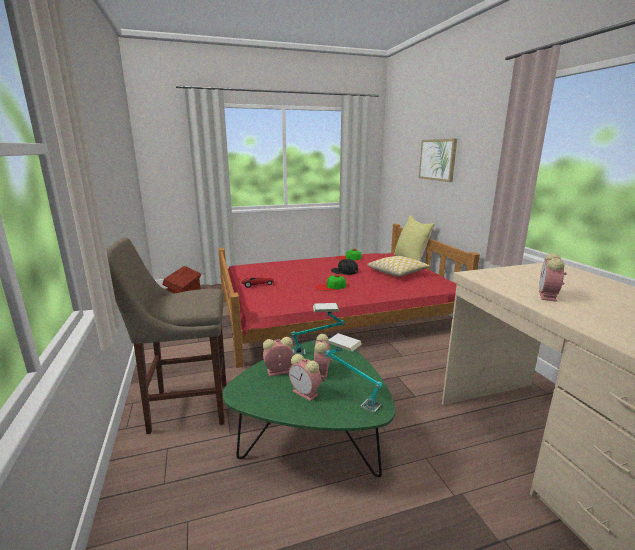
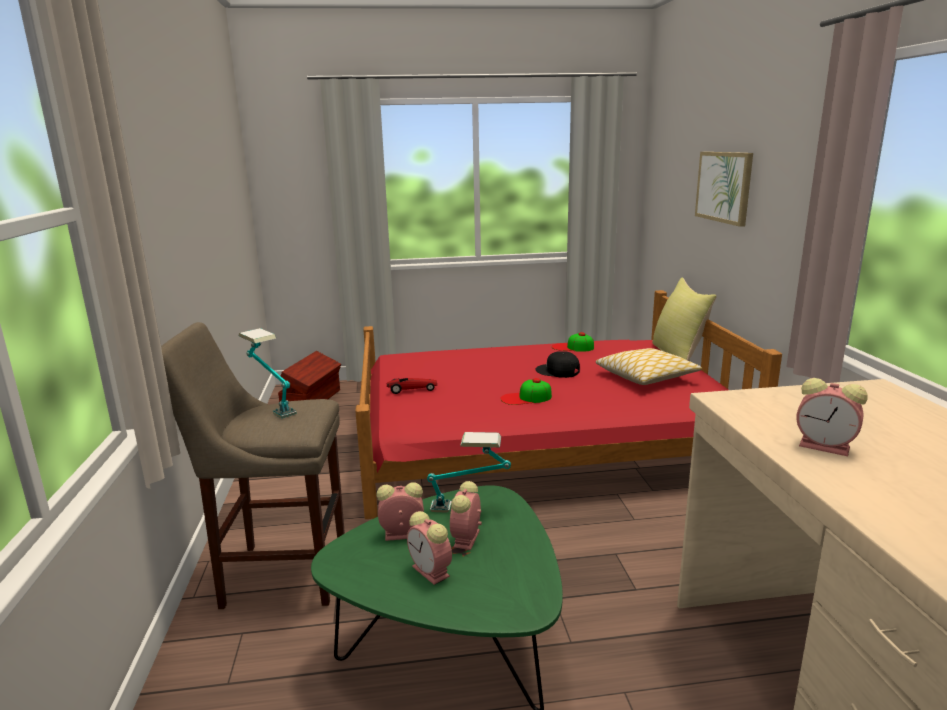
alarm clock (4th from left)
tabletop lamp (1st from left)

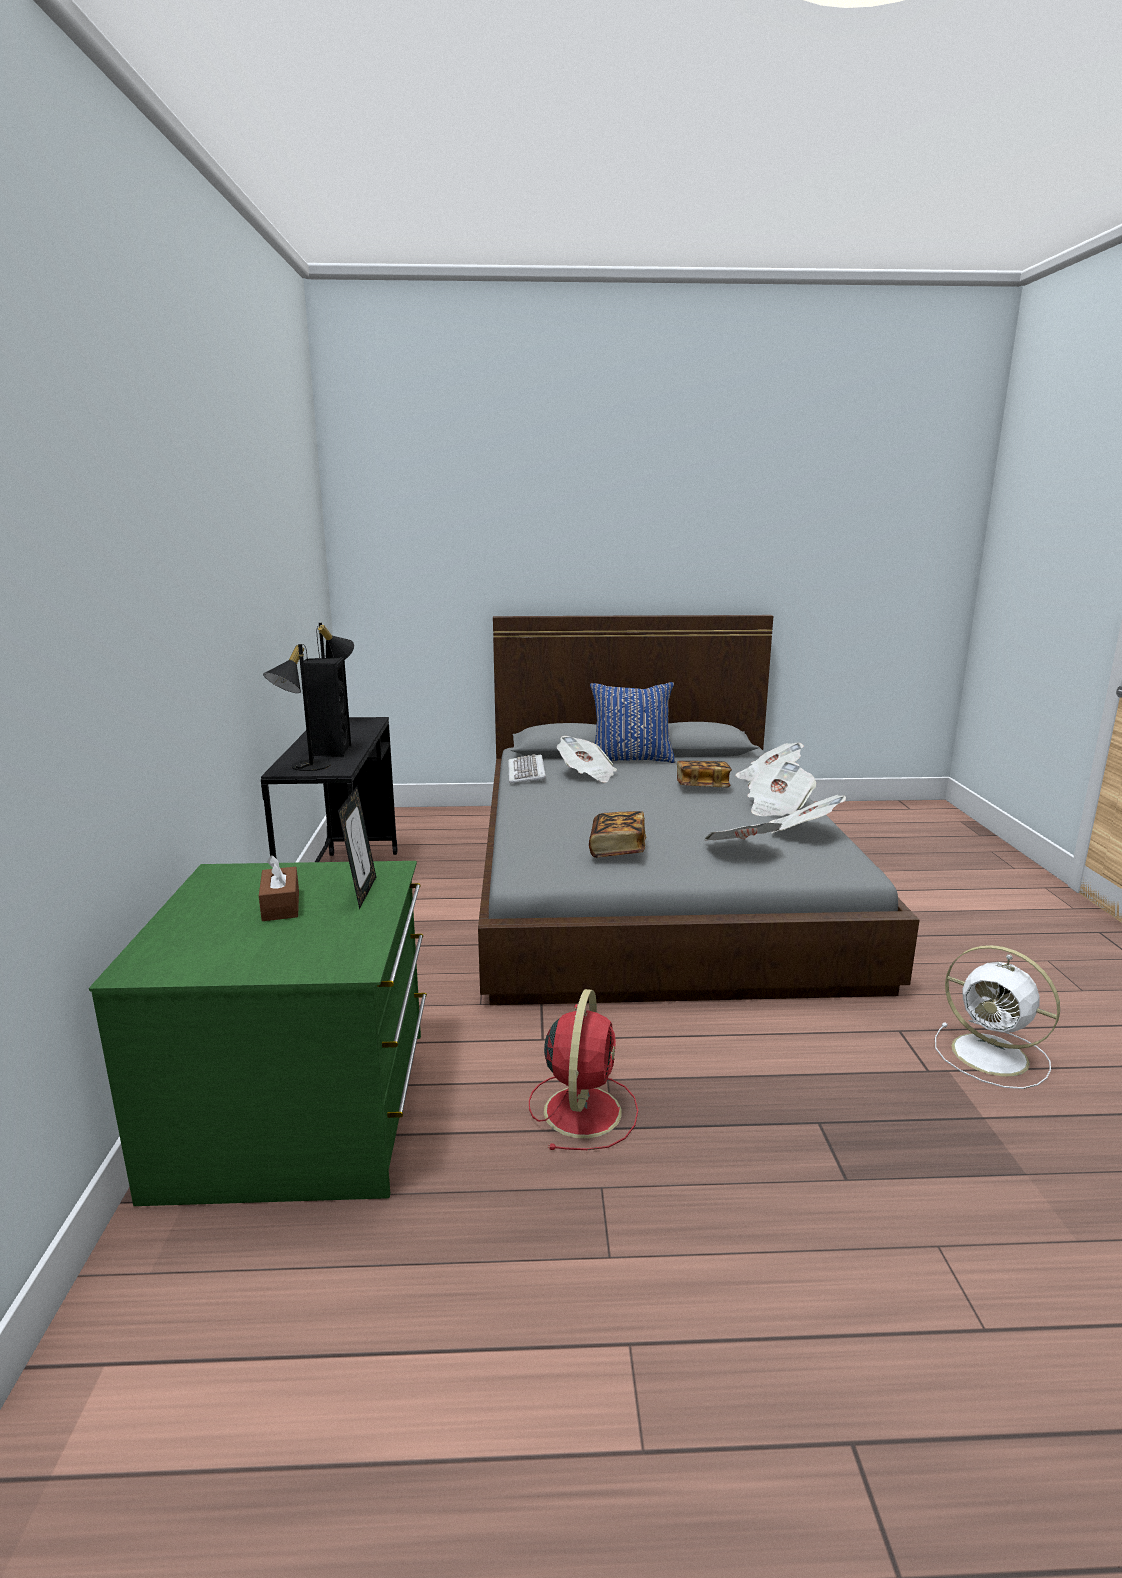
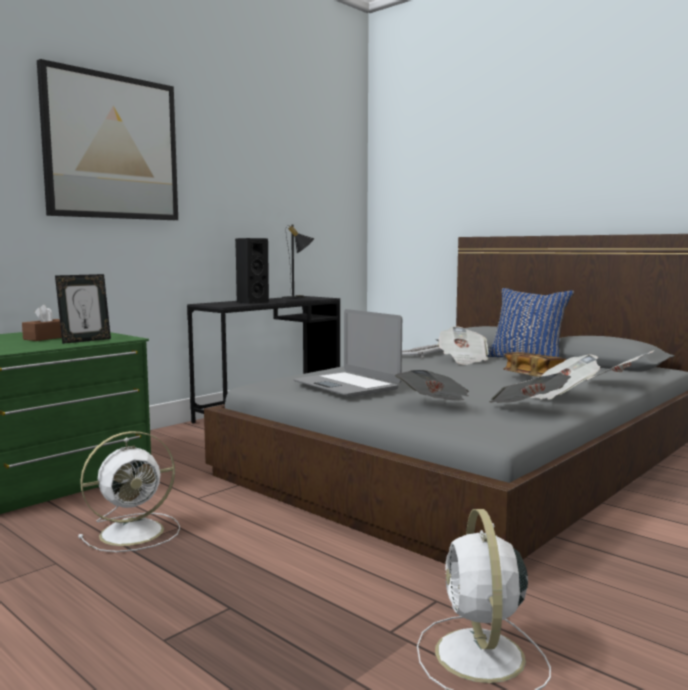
black tabletop lamp (1st from left in the first image)
laptop
whitish electric fan (1st from left)
picture

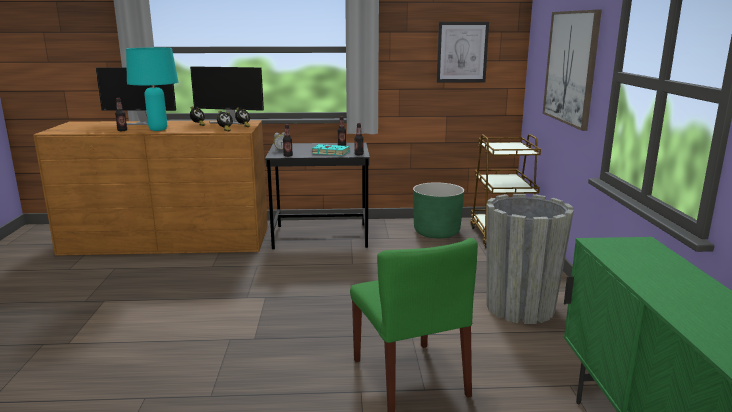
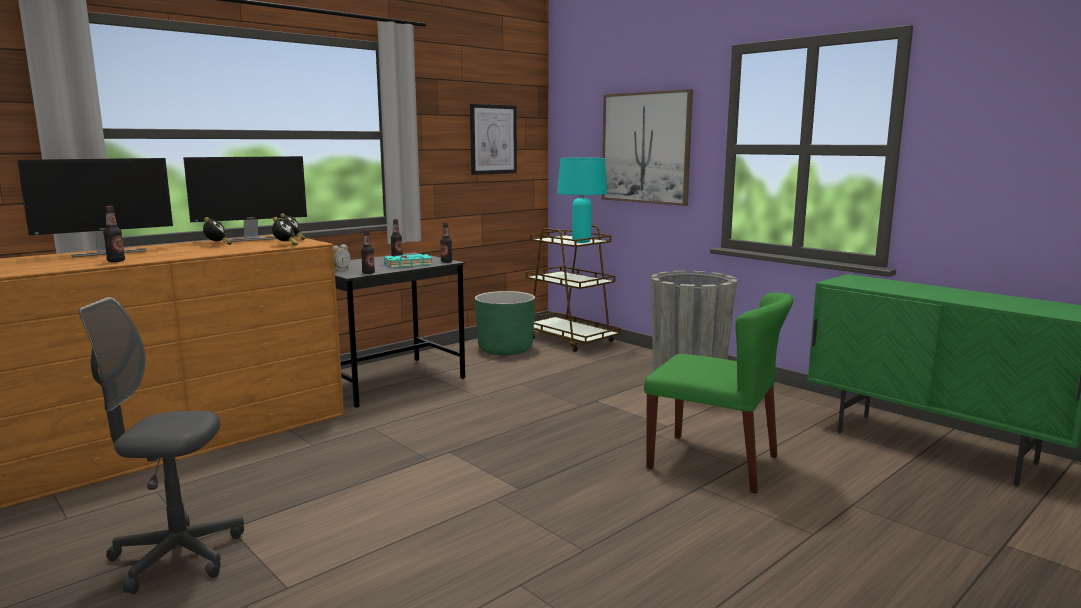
blue-green tabletop lamp
gray computer chair

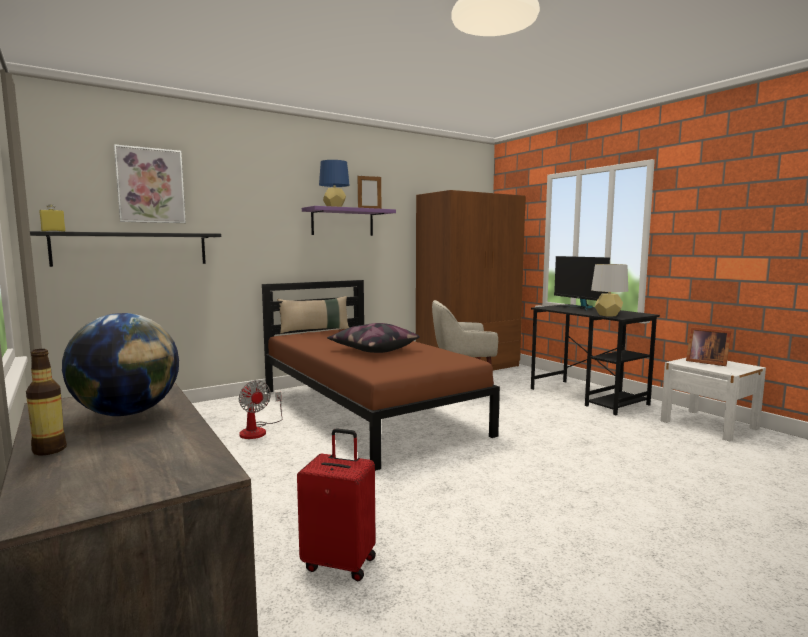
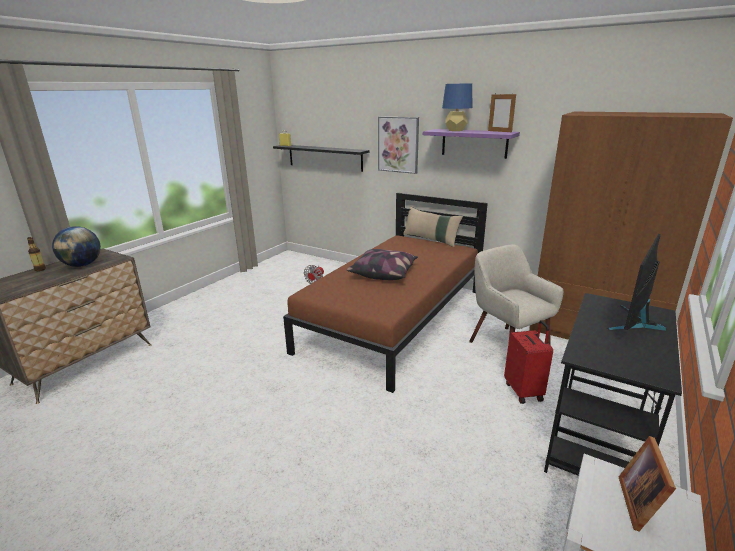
picture
gray tabletop lamp
red piece of luggage

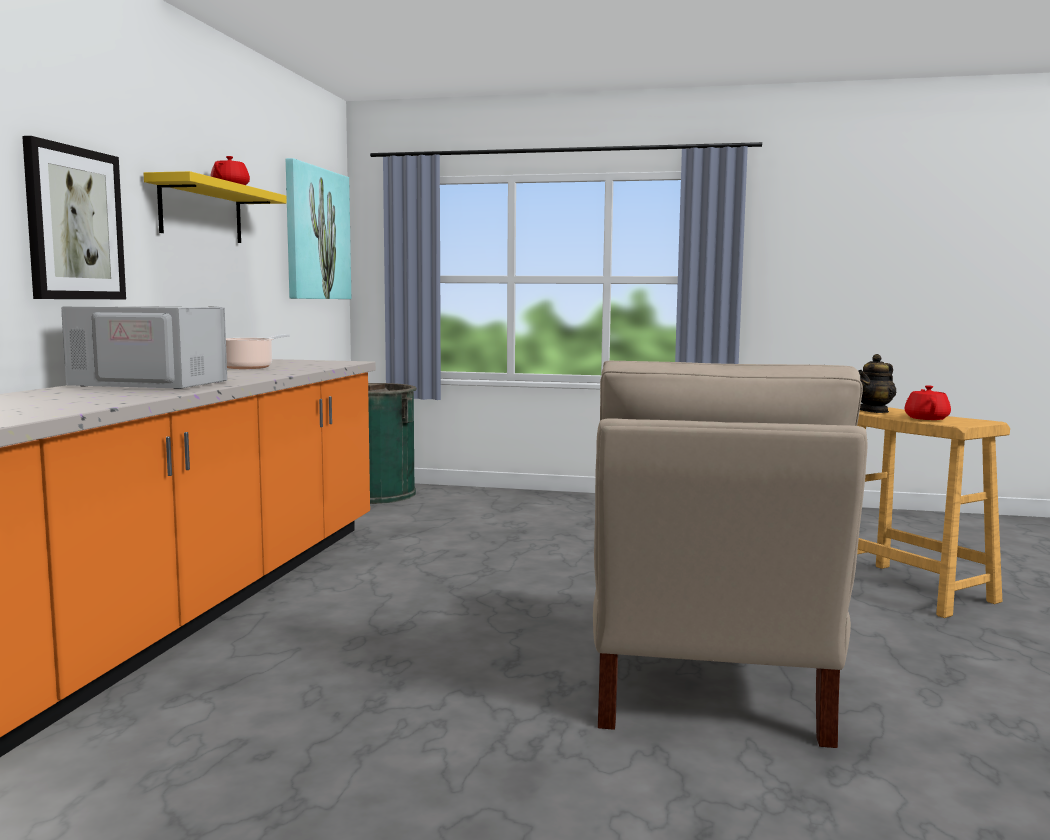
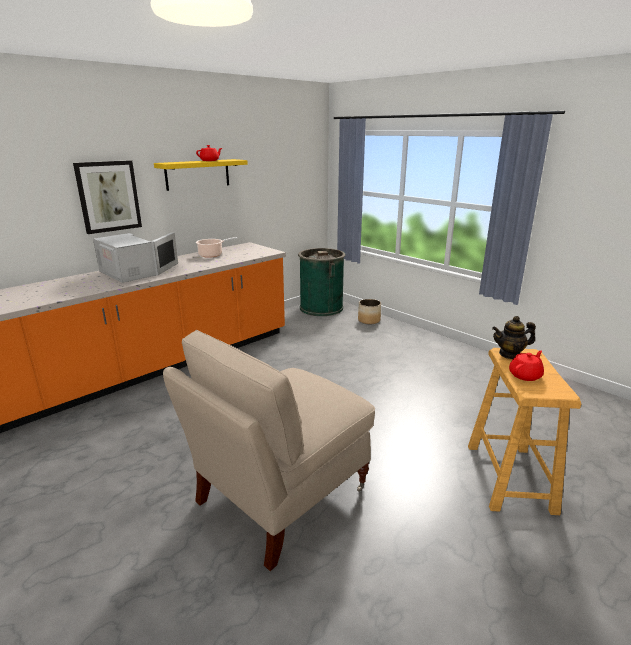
picture (2nd from left in the first image)
flower pot

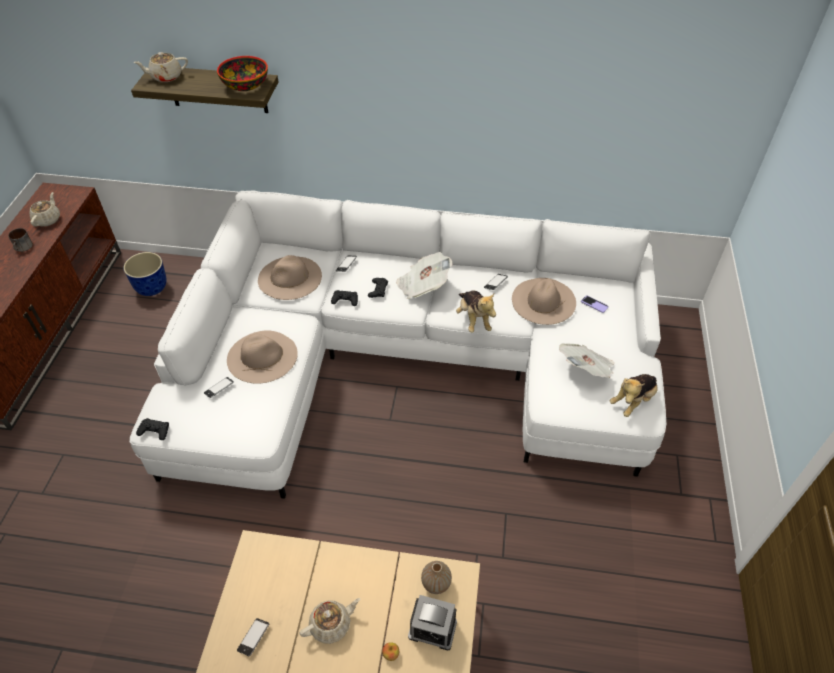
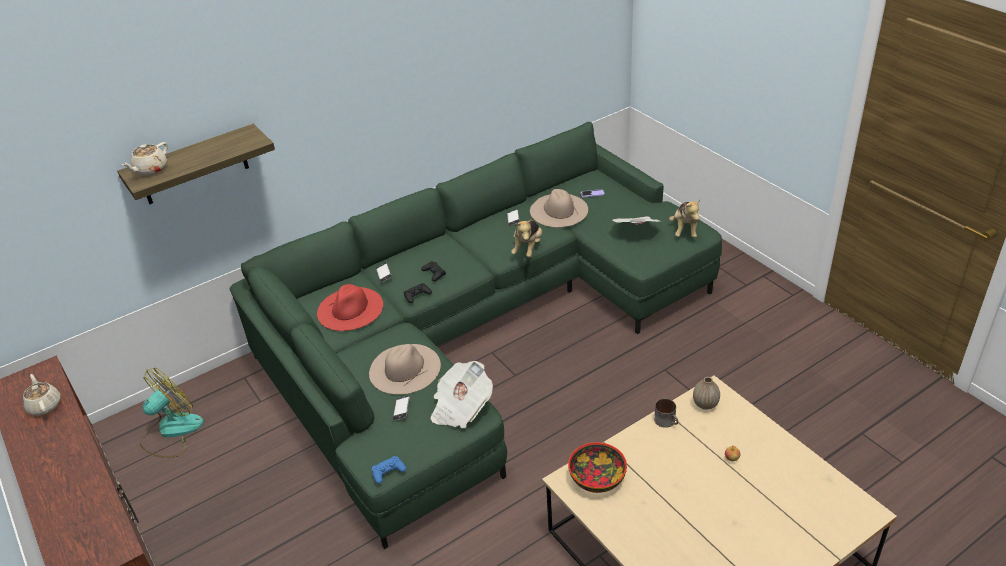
bowl
green couch
mug
electric fan
newspaper (1st from left)
red clothing hat
cuddly toy (1st from left)
blue joypad
alarm clock
beige-coloured pot for tea (3rd from left in the first image)
telephone (2nd from left in the first image)

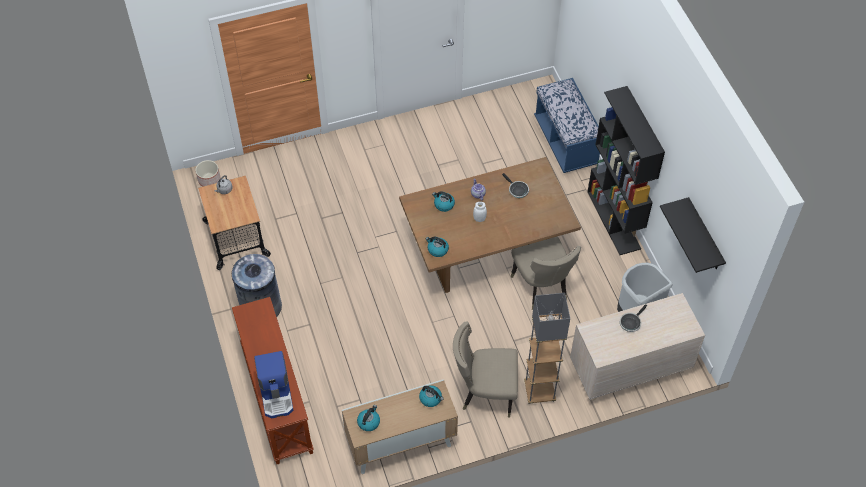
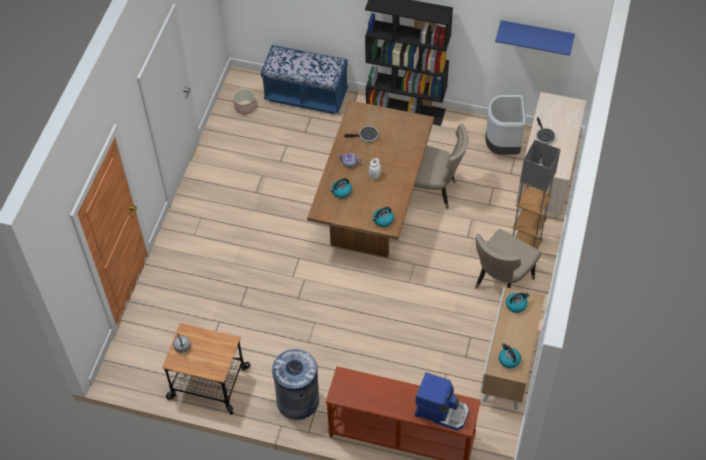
flower pot
blue wall shelf

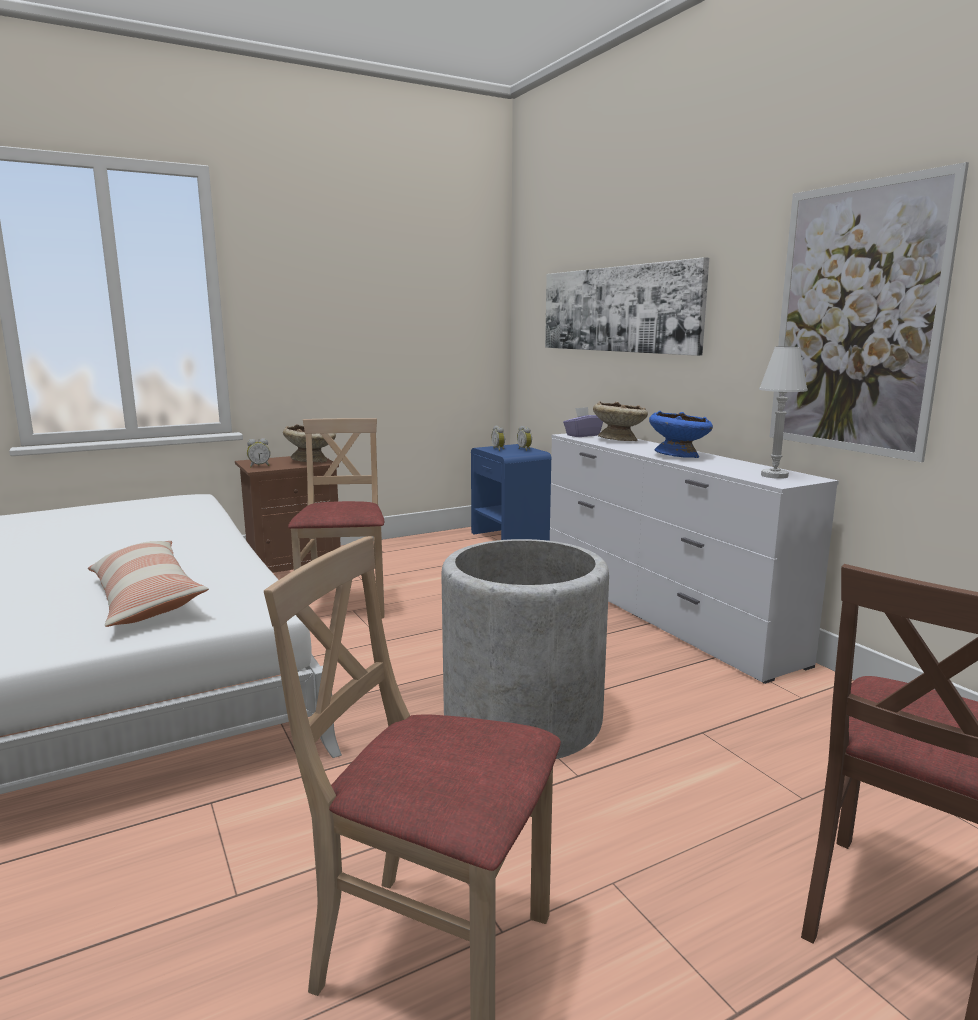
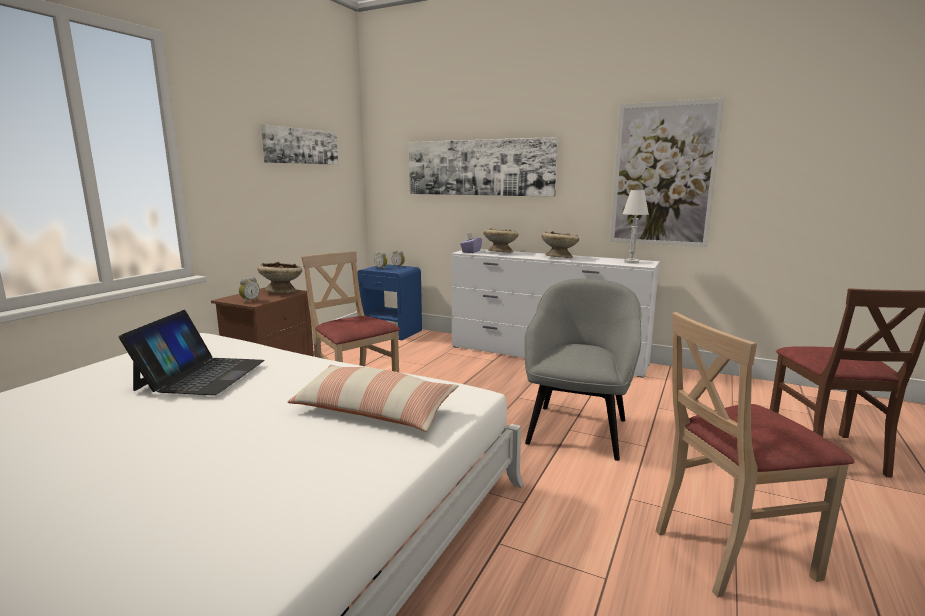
beige-coloured bowl (3rd from left)
gray lounge chair
picture (1st from left)
laptop

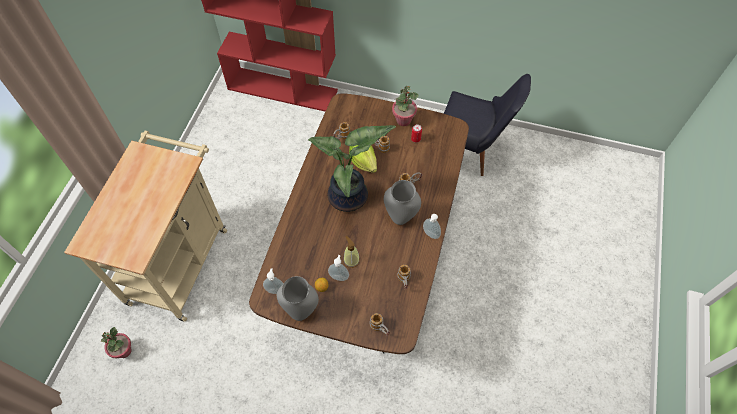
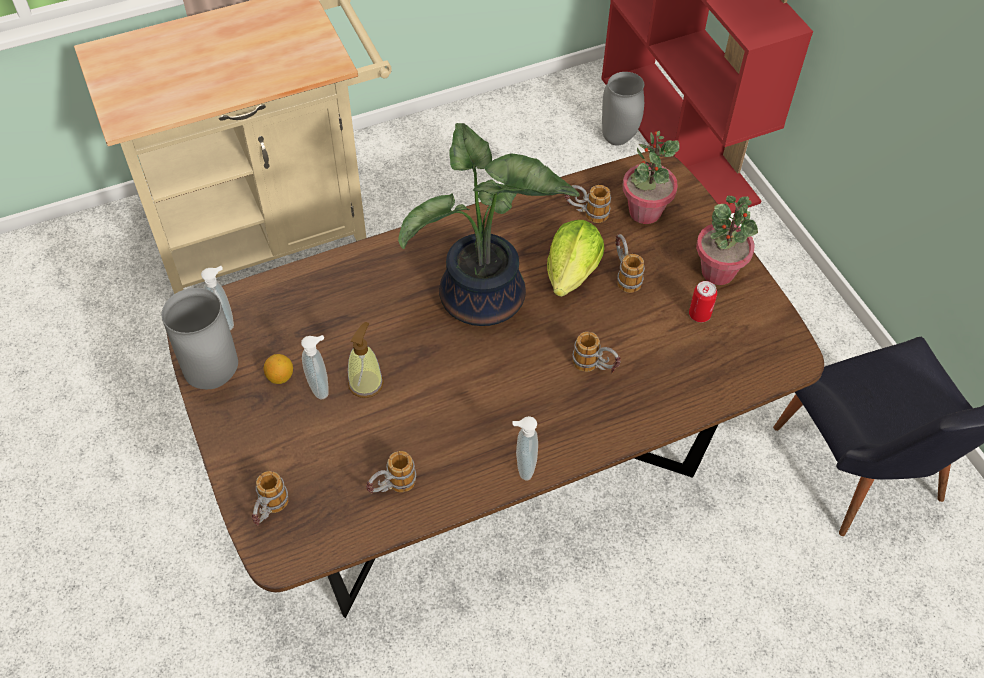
gray decorative vase (2nd from left)
potted plant (2nd from left)

